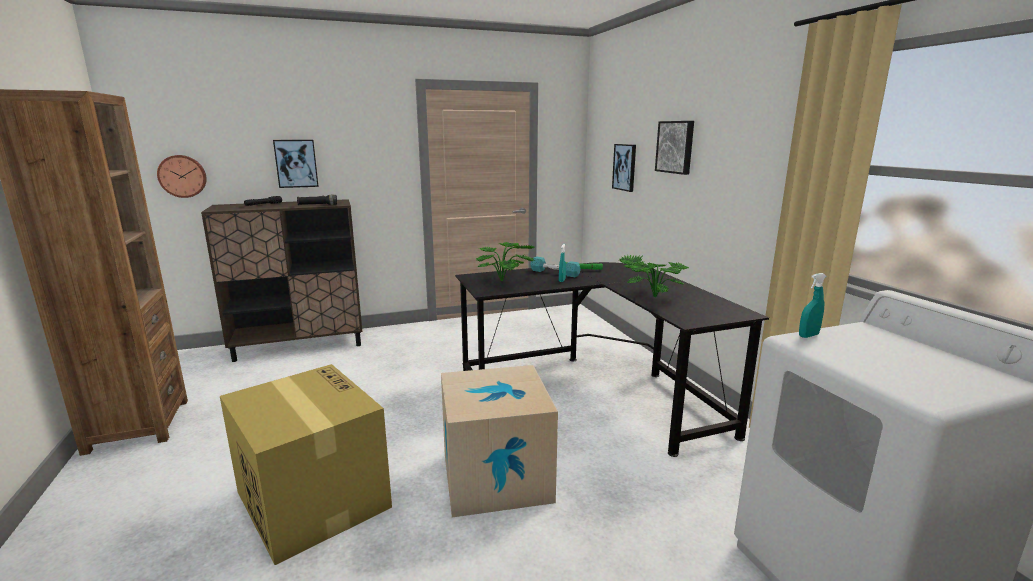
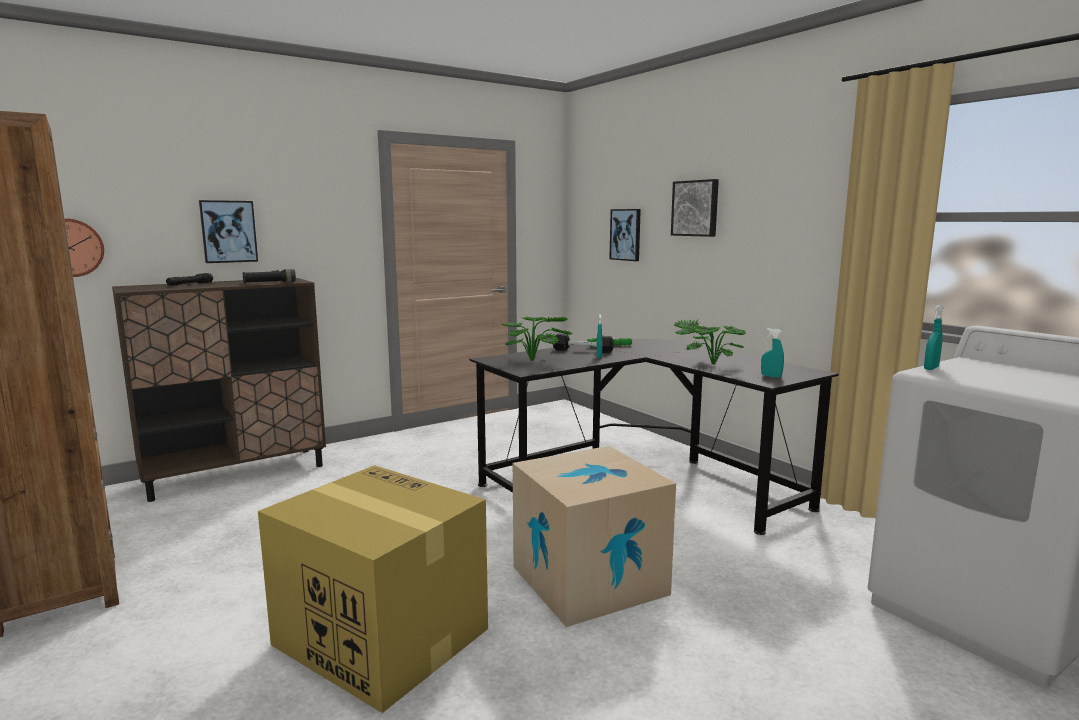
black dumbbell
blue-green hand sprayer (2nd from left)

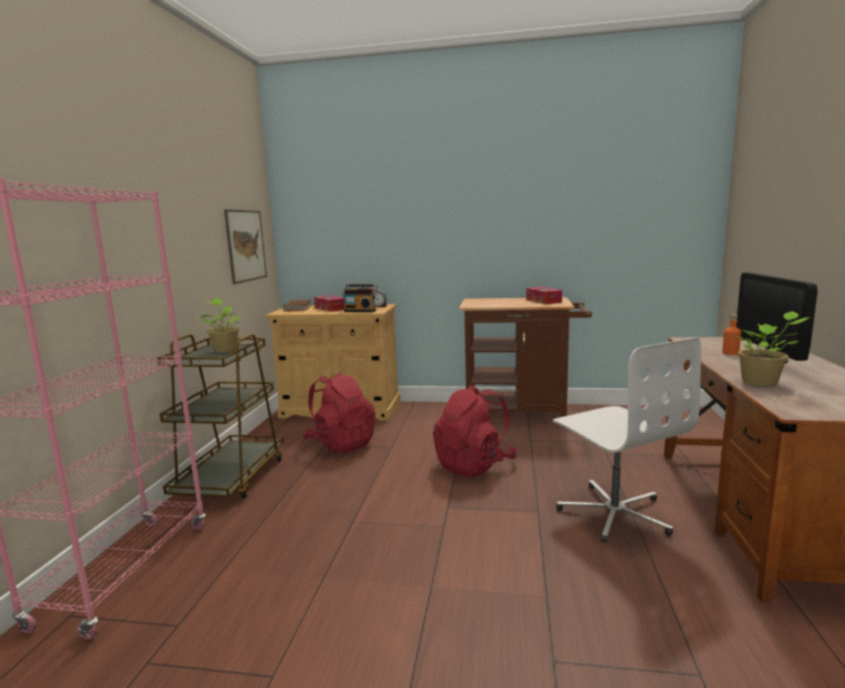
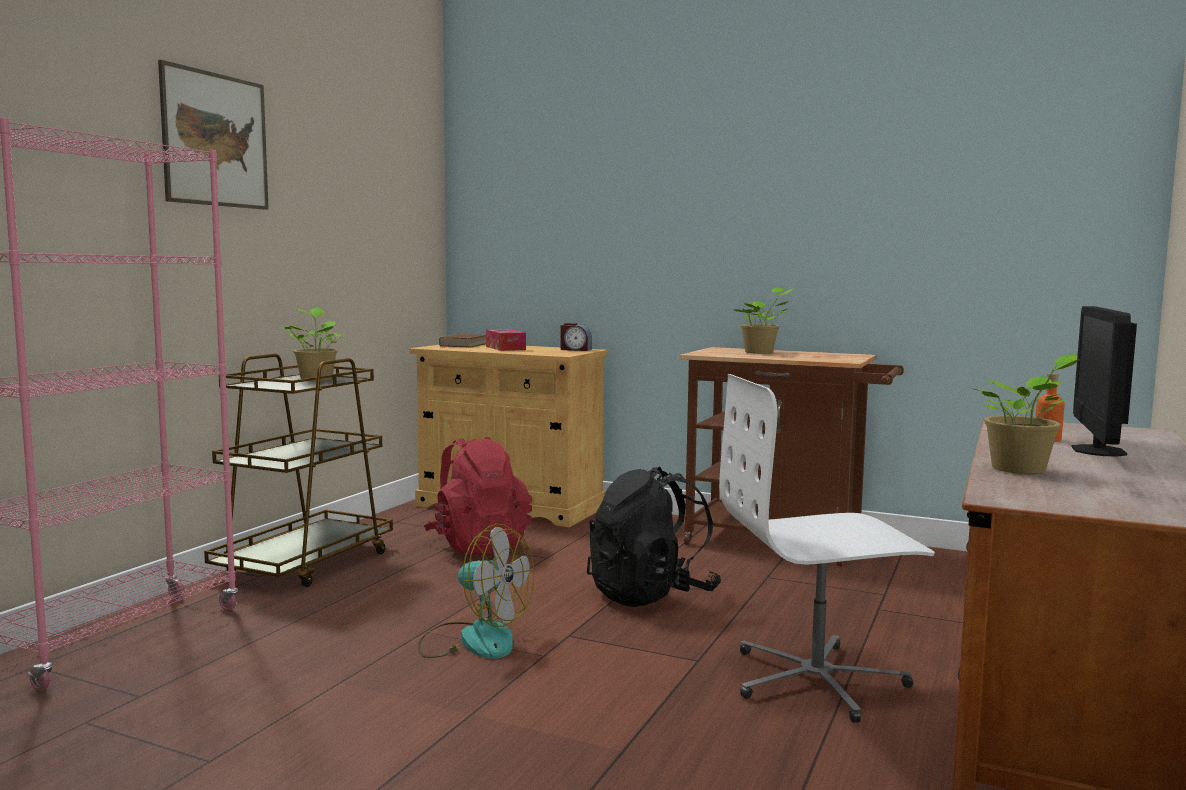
picture
radio
tissue holder (2nd from left in the first image)
whitish computer chair
black rucksack
potted plant (2nd from left)
electric fan

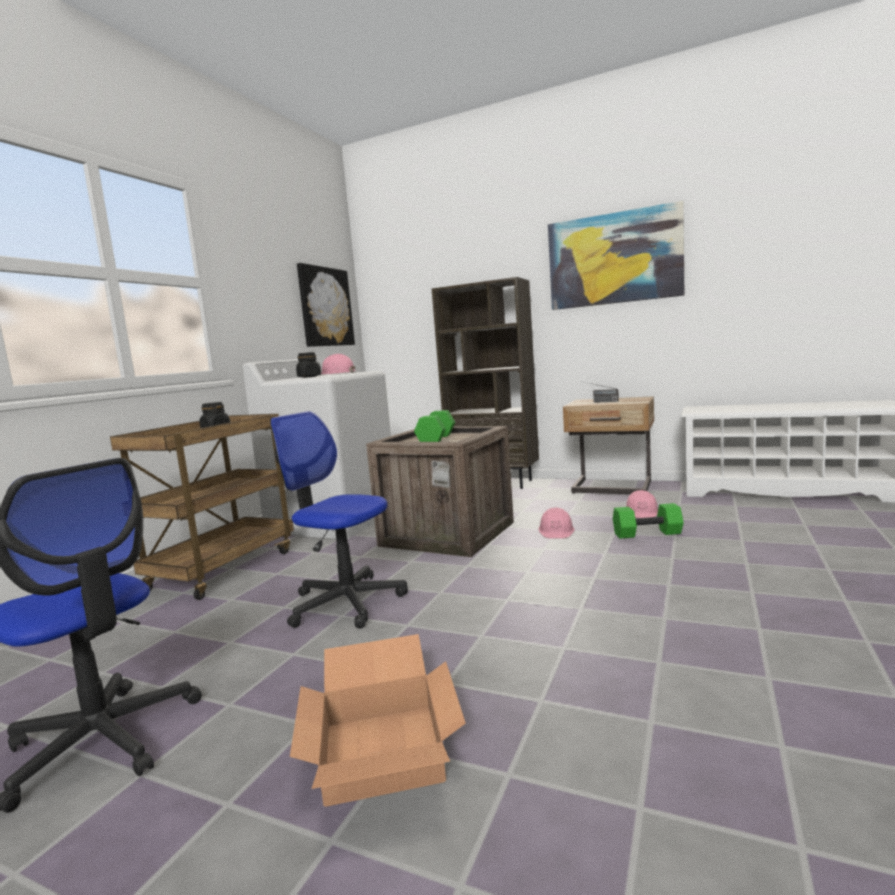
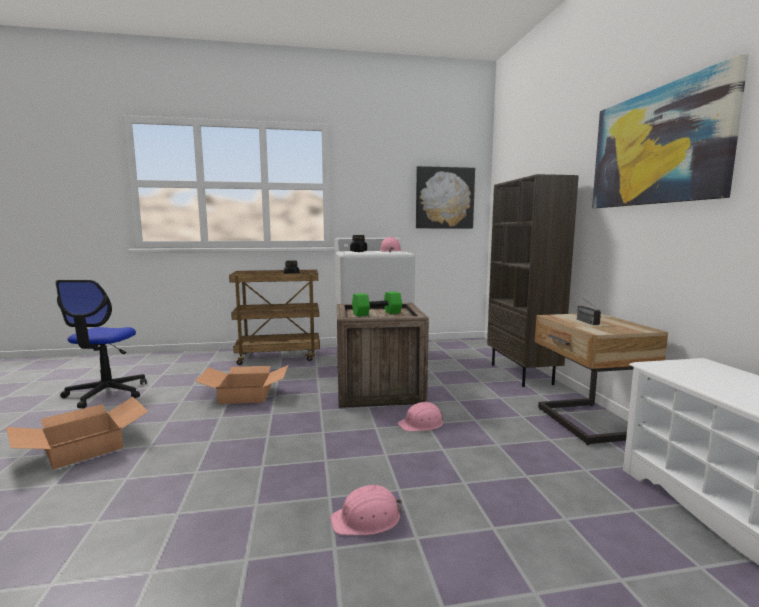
packing box (2nd from left)
pink hard hat (1st from left)
green dumbbell (2nd from left in the first image)

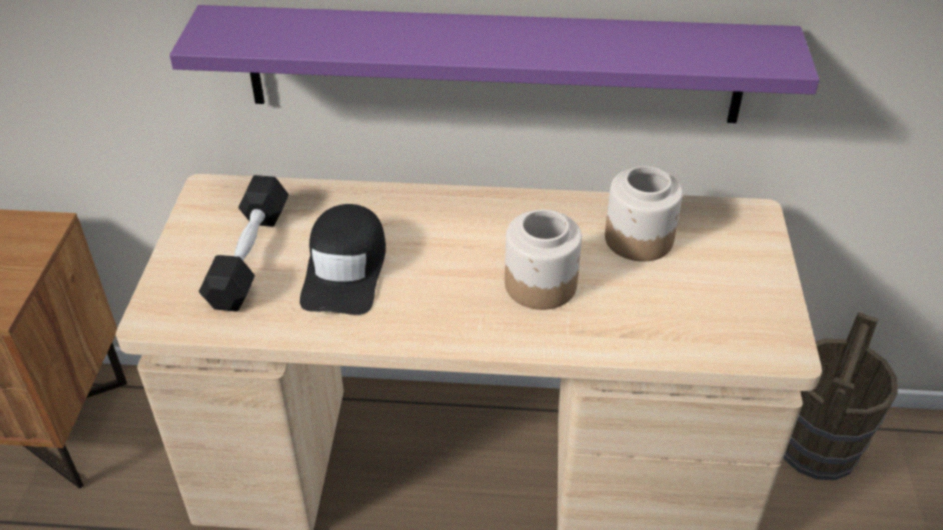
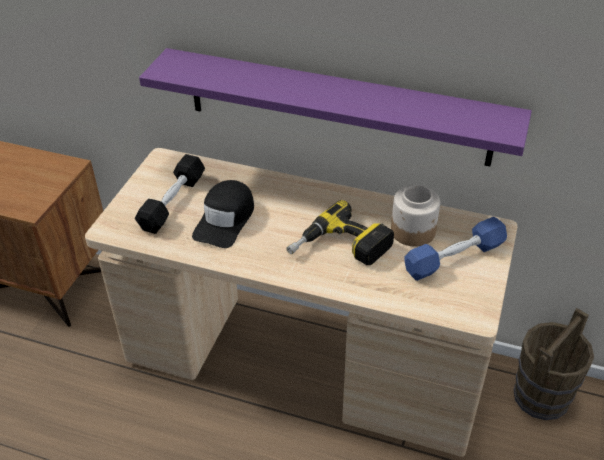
electric drill
blue dumbbell

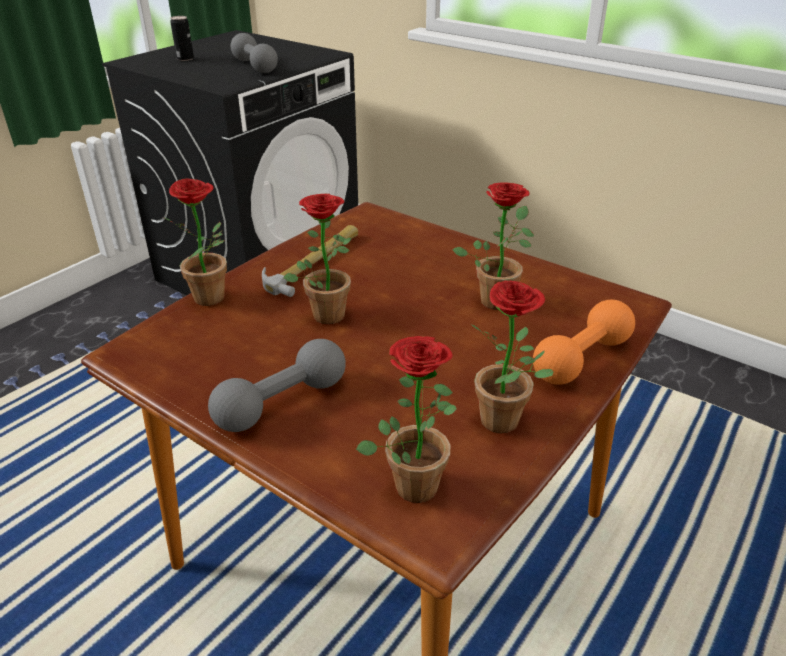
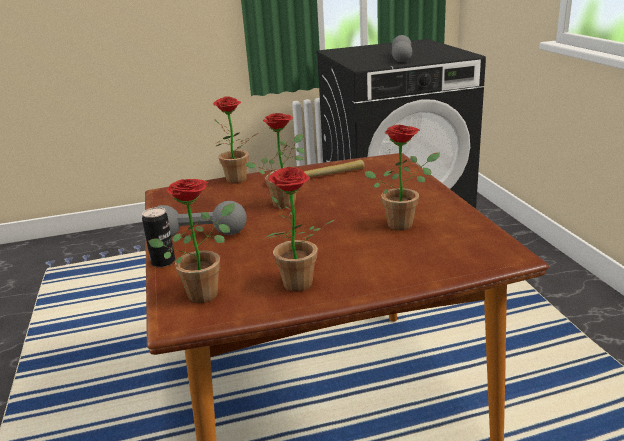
metal can
orange-coloured dumbbell

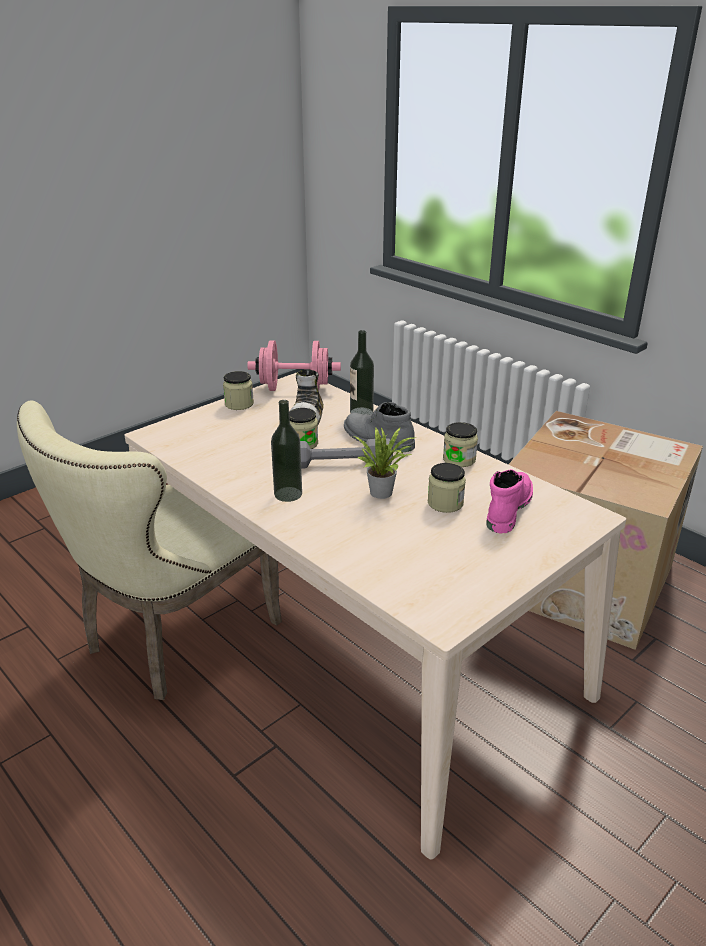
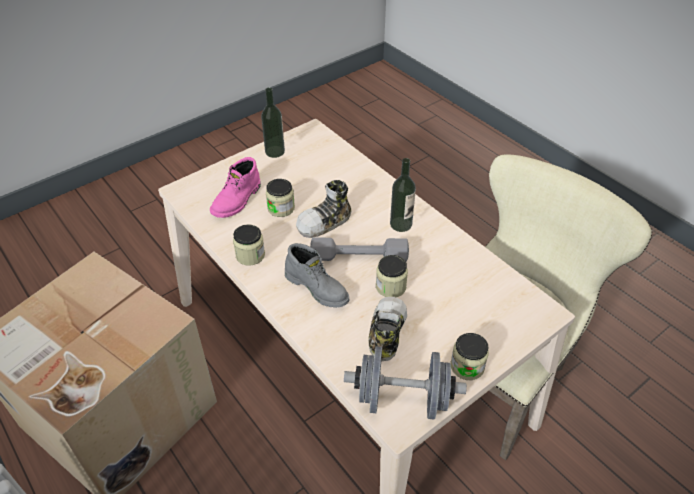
beverage bottle (1st from left)
gray dumbbell (2nd from left)
item of footwear (1st from left)

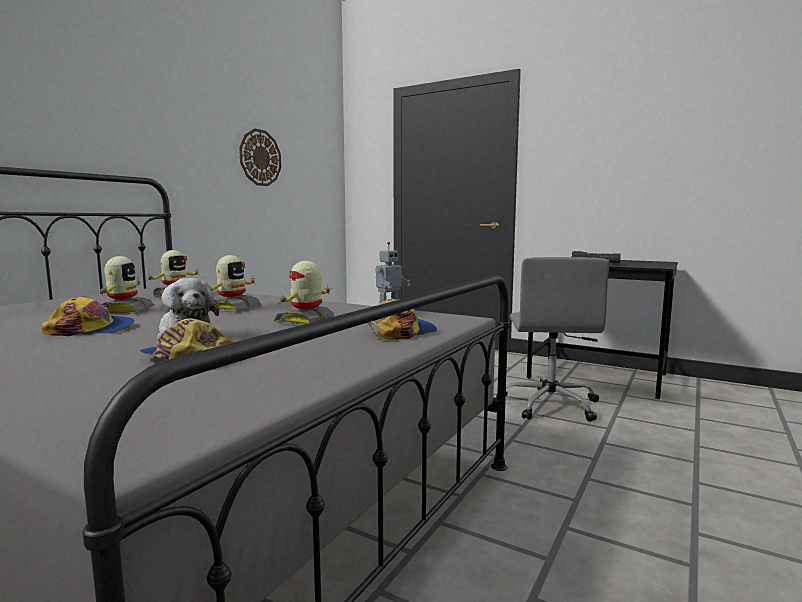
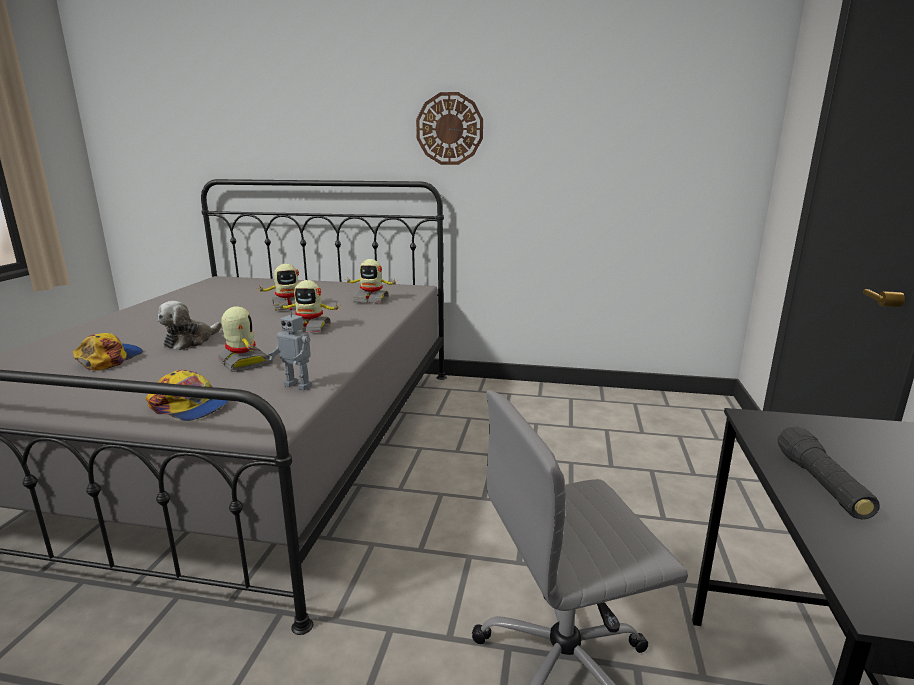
hanging clock
robot figure (1st from left)
cap (1st from left in the first image)

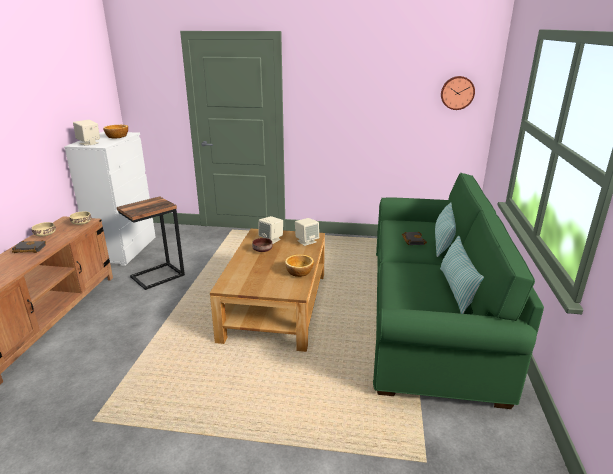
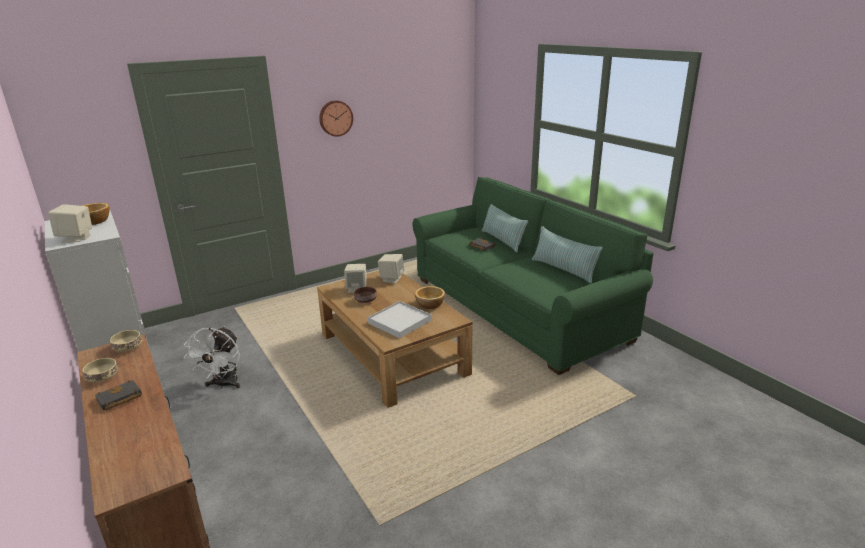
hanging clock
whitish electric fan
whitish tray

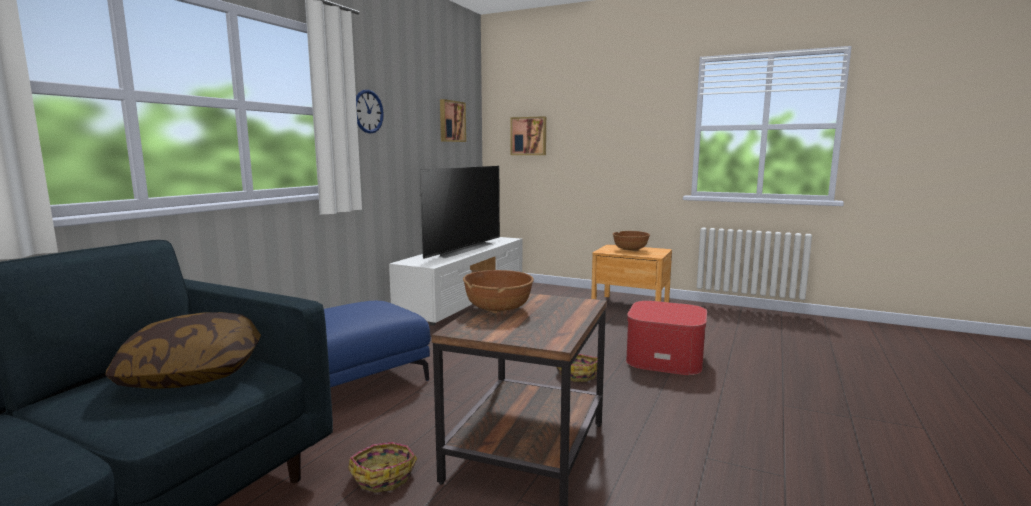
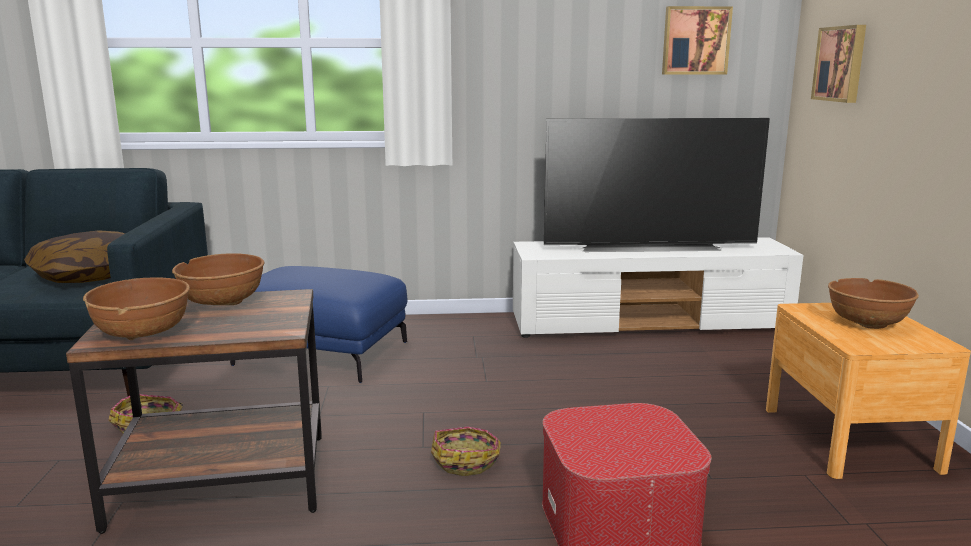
hanging clock
brown bowl (1st from left)

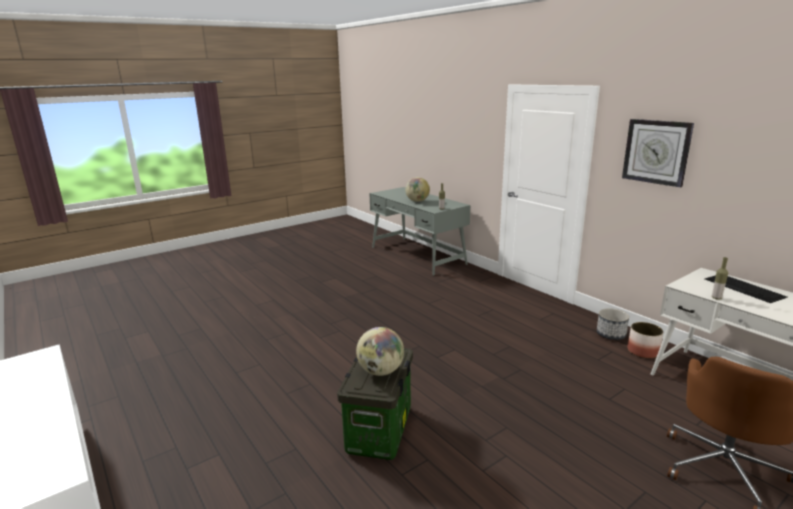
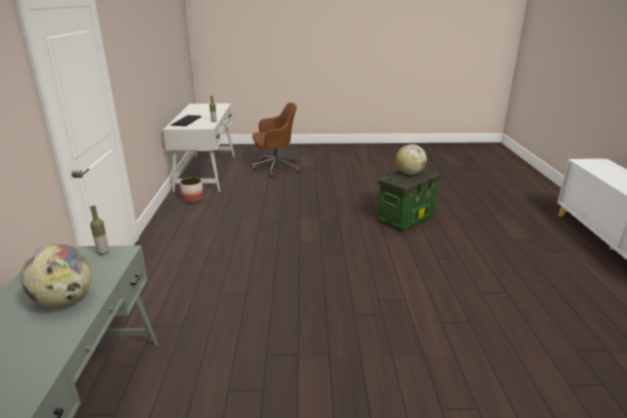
hanging clock
flower pot (1st from left in the first image)

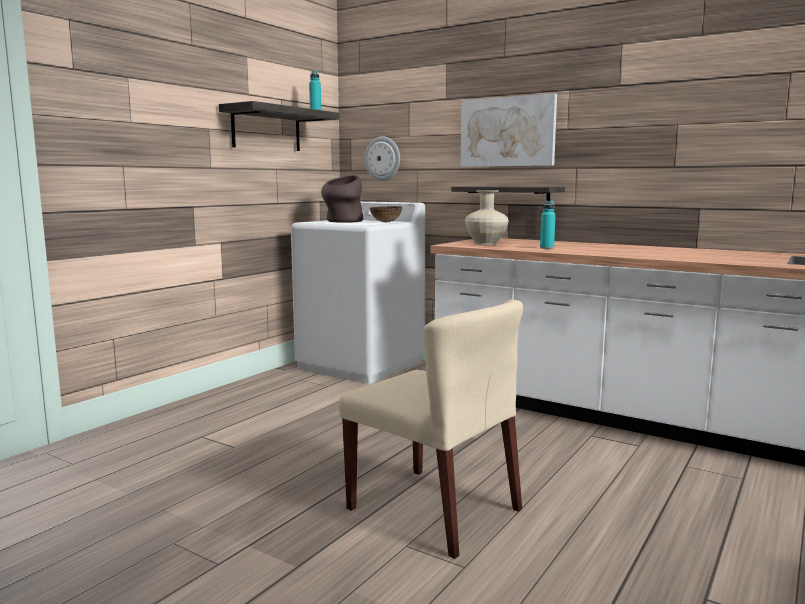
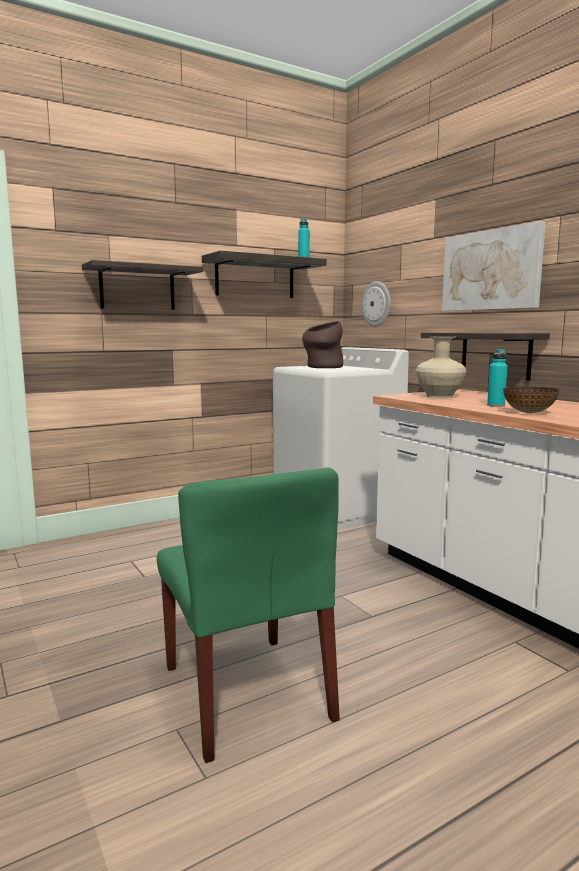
bowl
green chair
wall shelf (1st from left)

